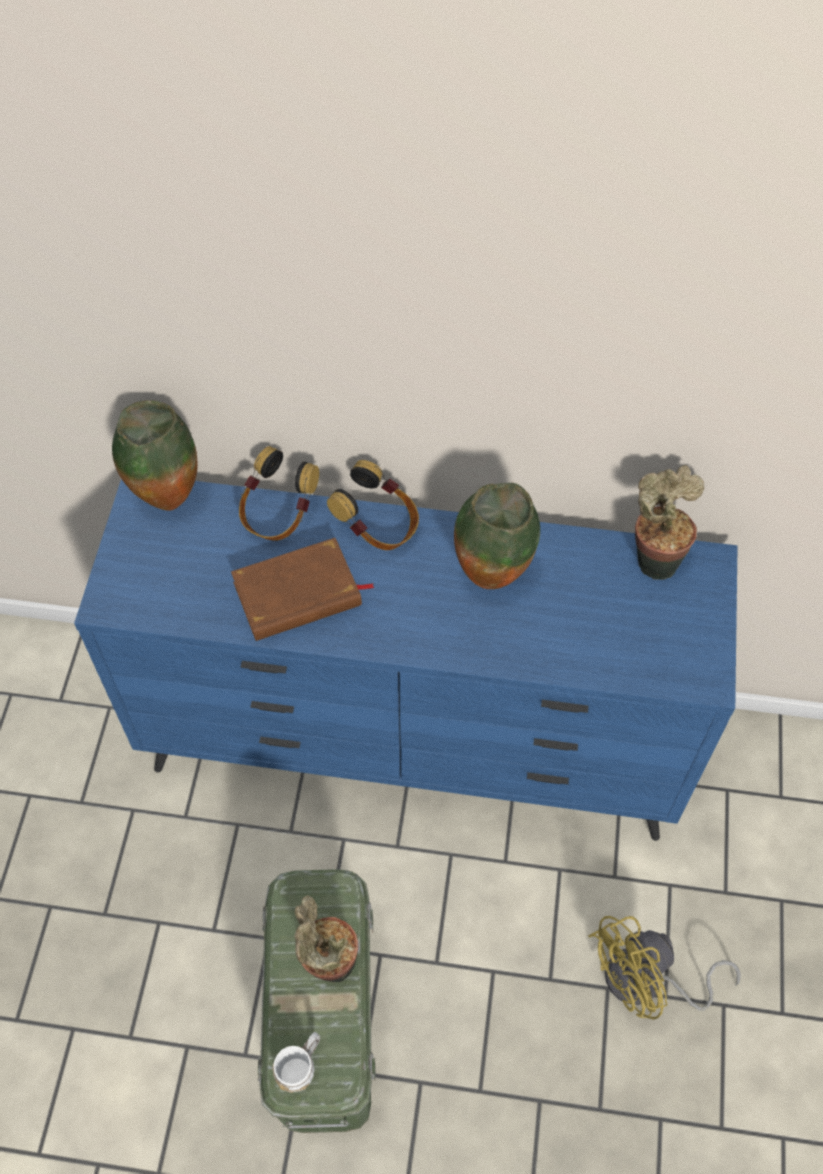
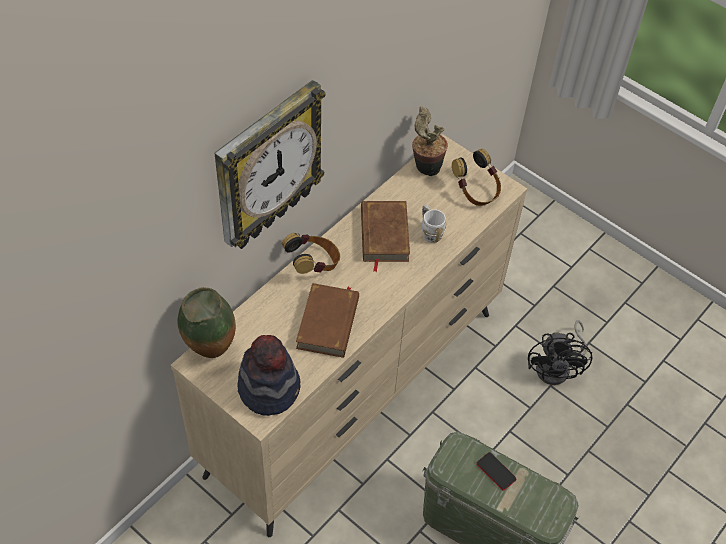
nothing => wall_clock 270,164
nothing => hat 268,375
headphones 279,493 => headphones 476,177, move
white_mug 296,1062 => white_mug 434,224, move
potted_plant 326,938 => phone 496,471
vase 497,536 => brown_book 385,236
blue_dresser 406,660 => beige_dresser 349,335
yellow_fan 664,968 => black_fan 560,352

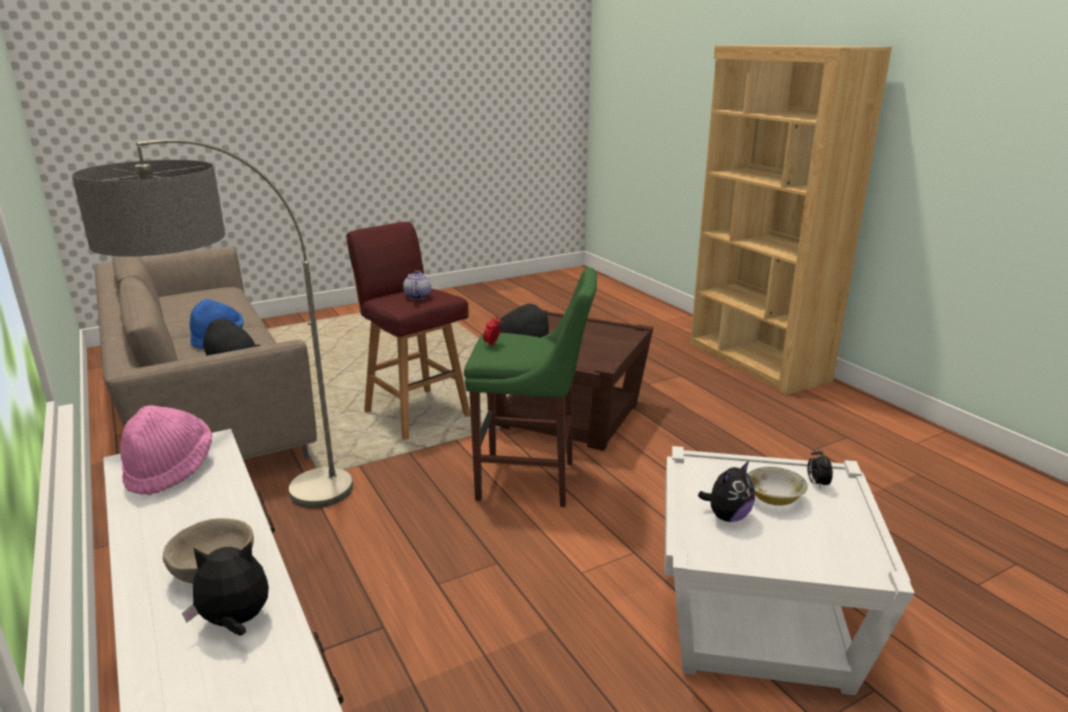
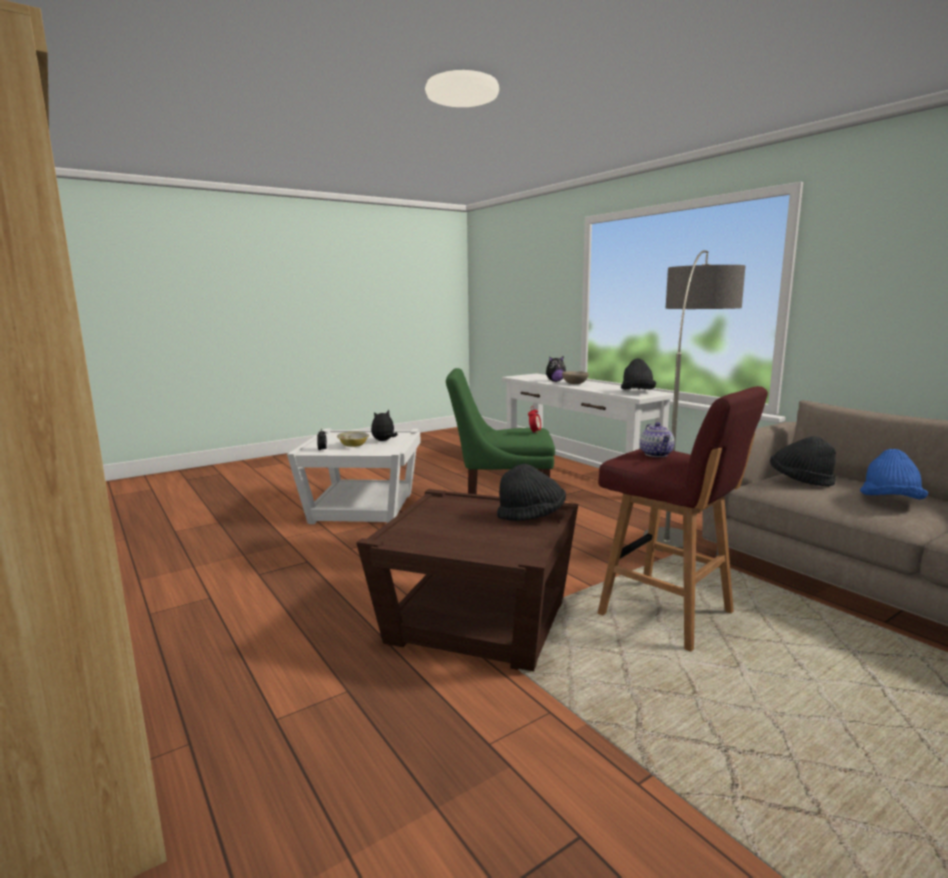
pink_hat 166,450 => black_hat 638,373

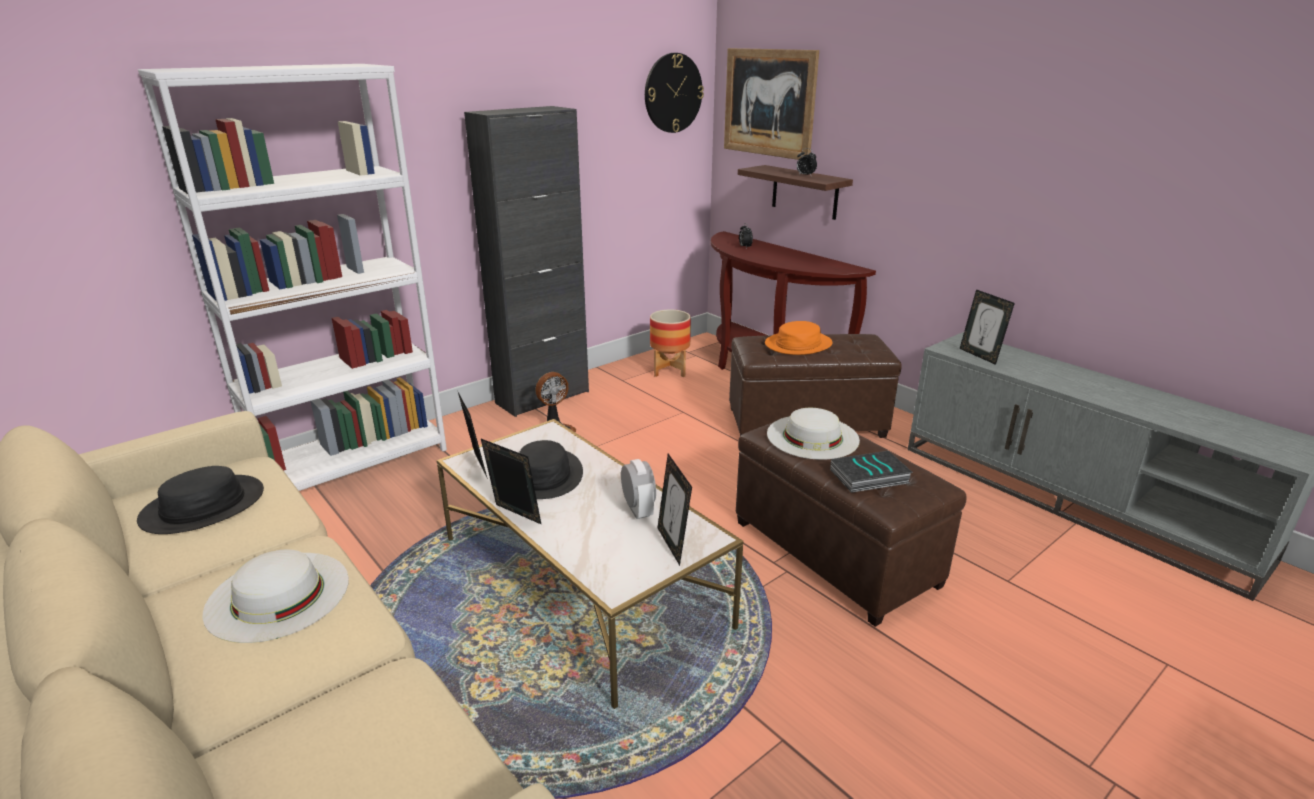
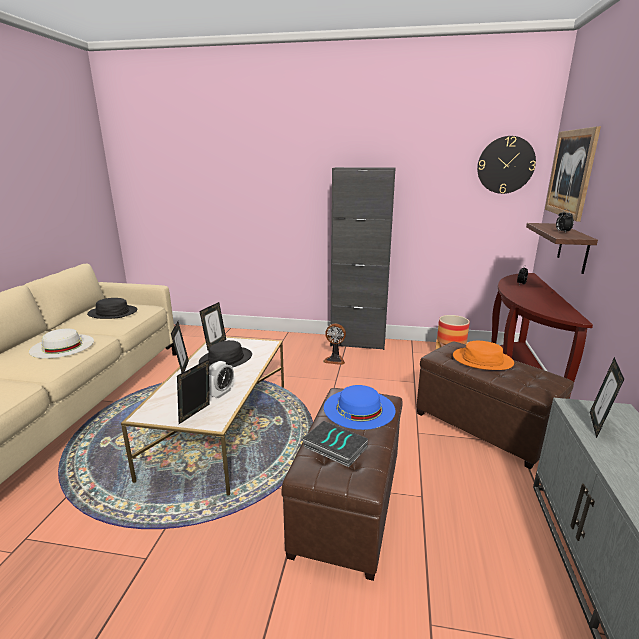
white_bookcase 292,277 => nothing
white_hat 813,434 => blue_hat 360,407

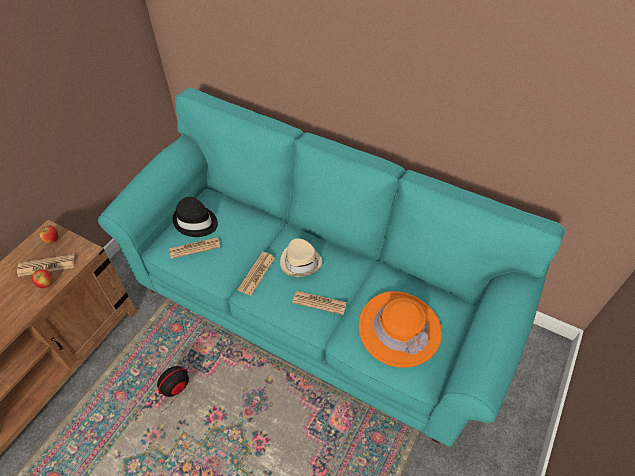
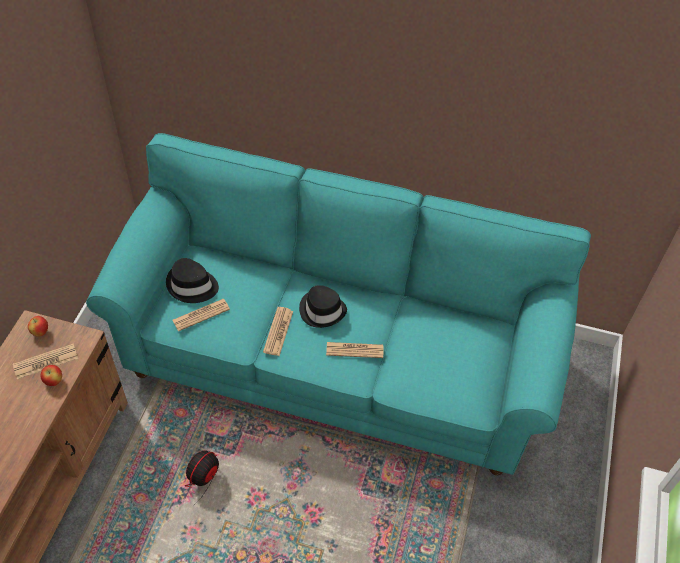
orange_hat 400,329 => nothing
beige_hat 301,258 => black_hat 323,306

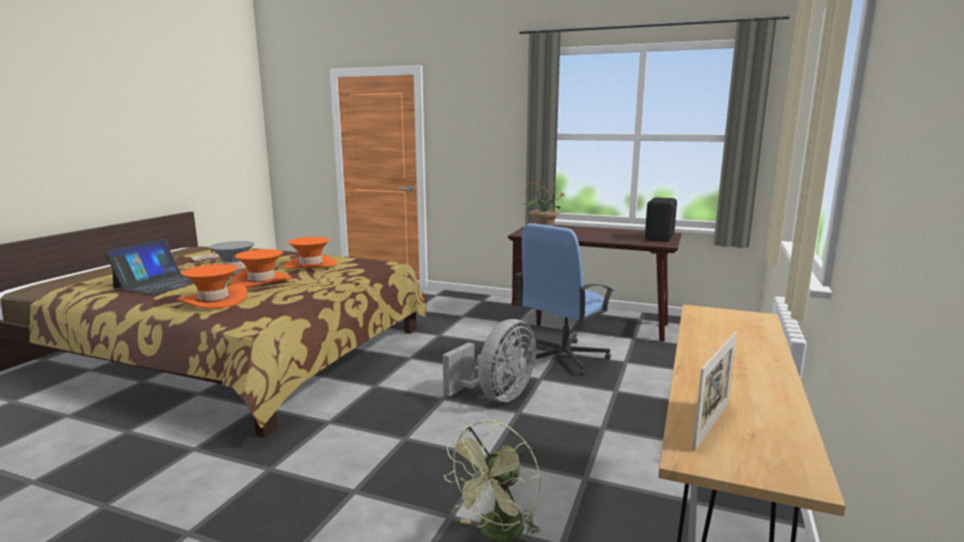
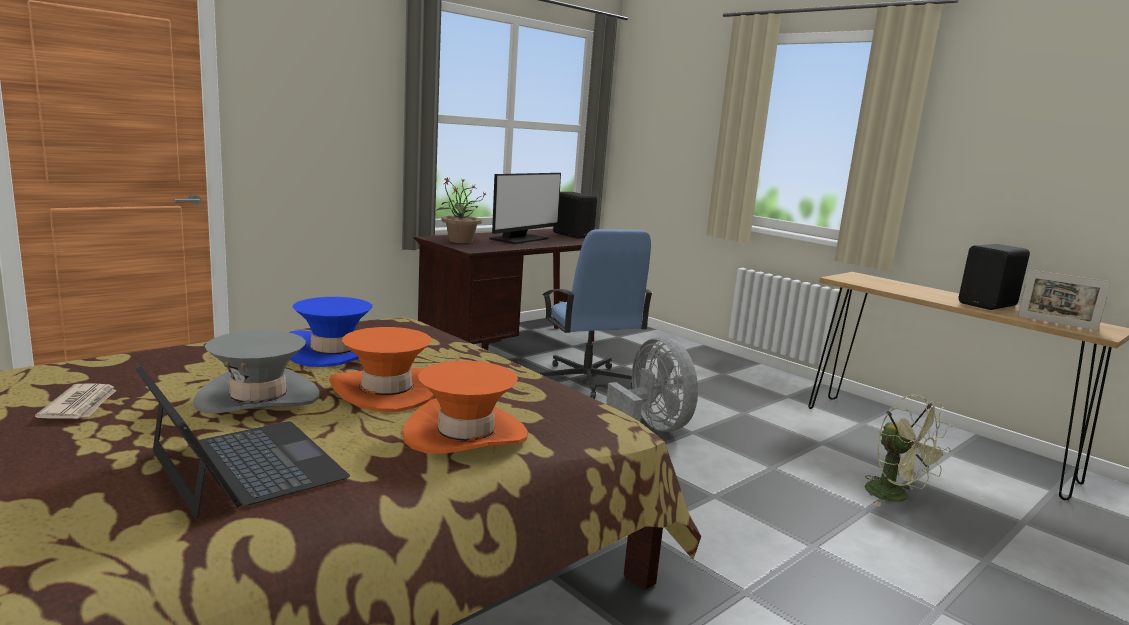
nothing => monitor 525,208
nothing => black_speaker 994,277
orange_hat 310,253 => blue_hat 330,332
picture_frame 715,391 => picture_frame 1064,300, 150 degrees clockwise

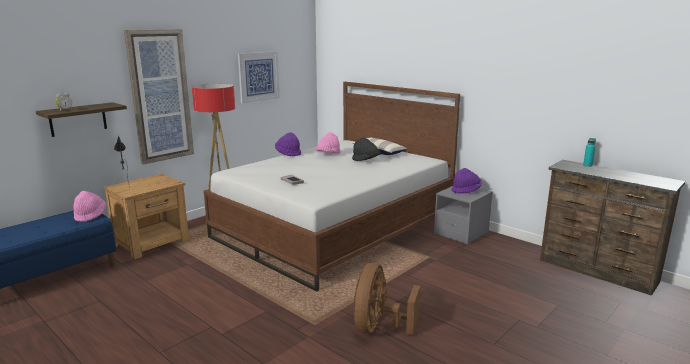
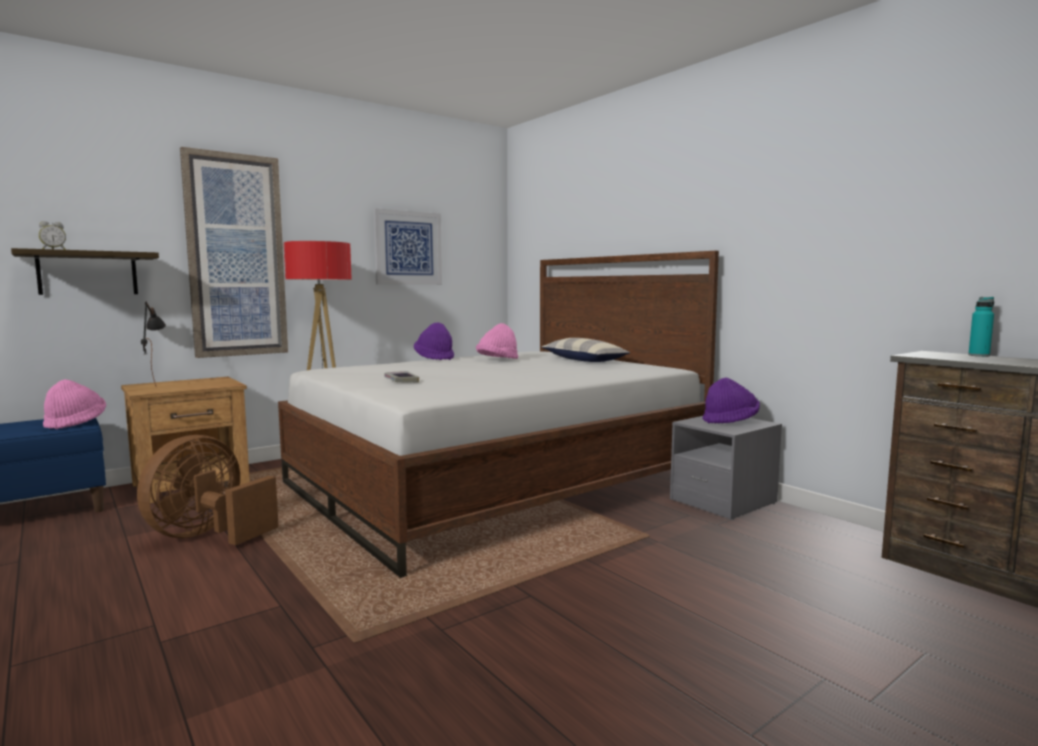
black_hat 366,149 => nothing
brown_fan 387,299 => brown_fan 208,490, move

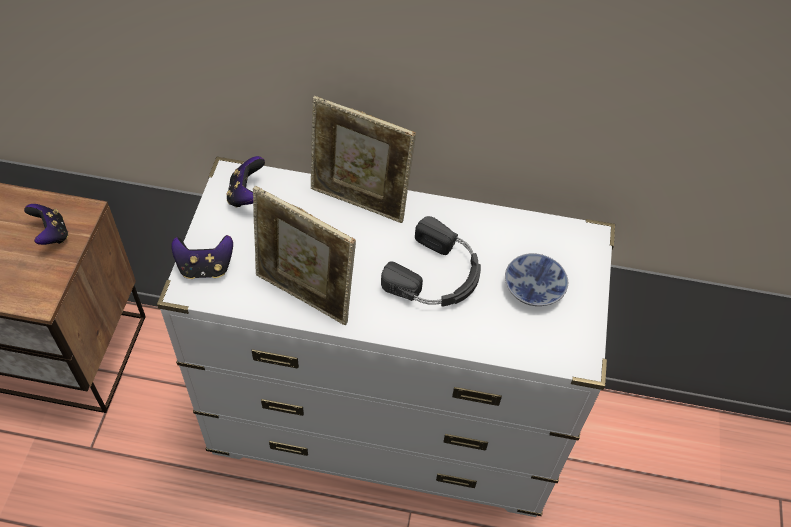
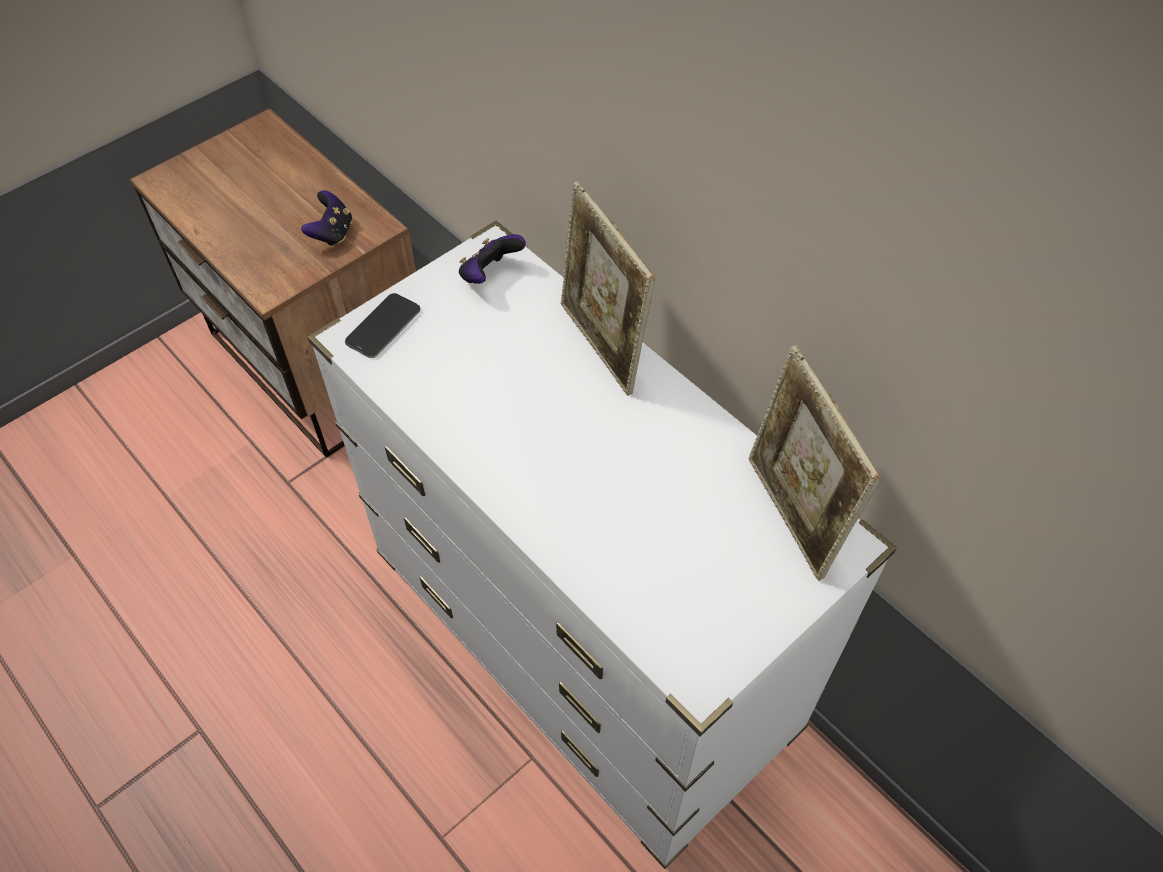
black_headphones 431,261 => nothing
bowl 536,279 => nothing
picture_frame 304,255 => picture_frame 814,463, move
game_controller 202,257 => phone 383,325

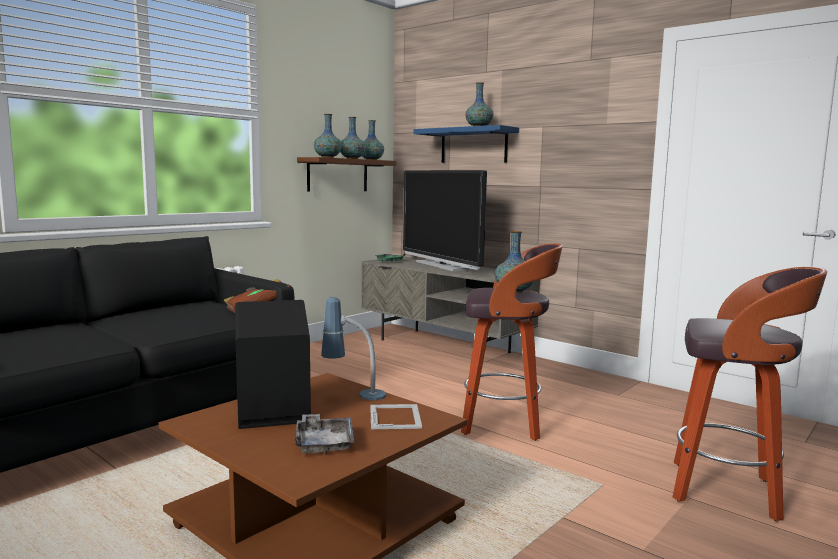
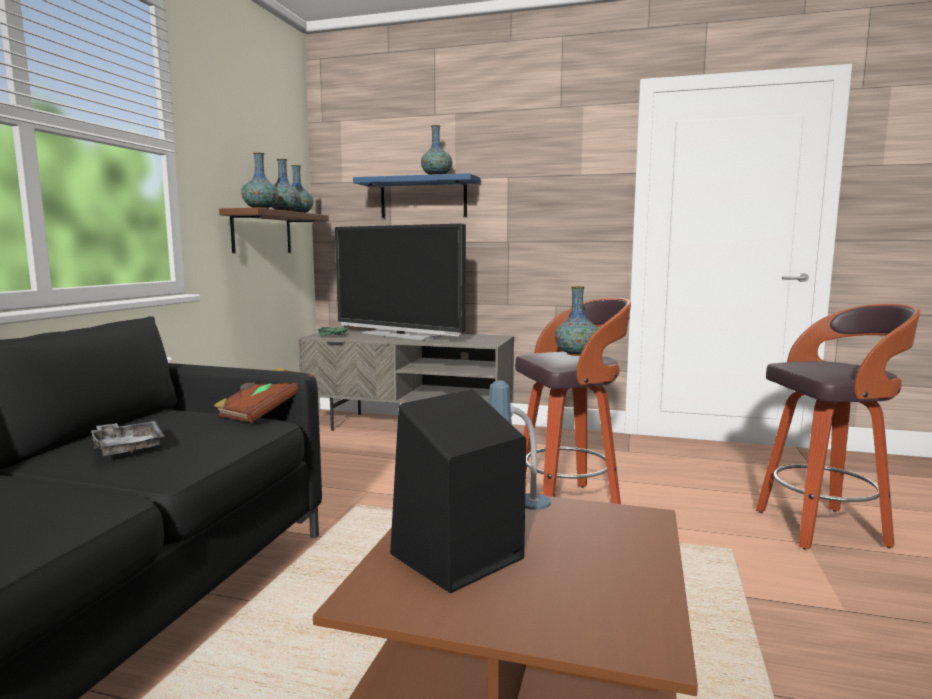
picture_frame 396,416 => nothing
grey_tray 324,434 => grey_tray 128,438, move

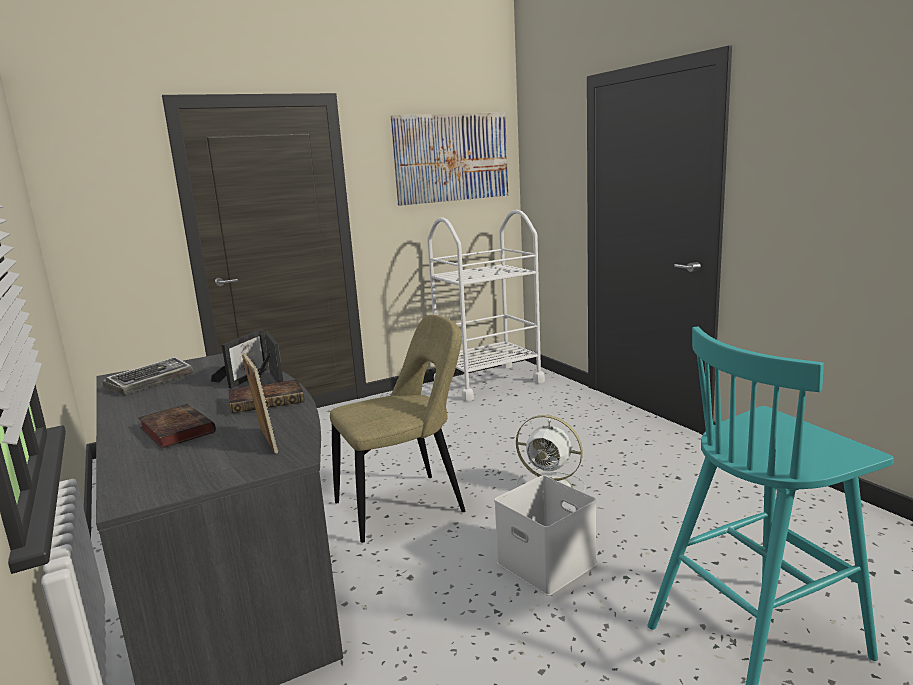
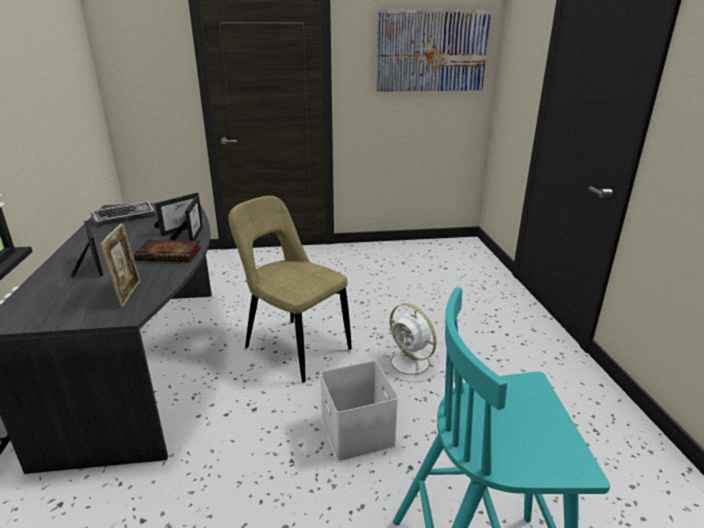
white_cart 486,305 => nothing
book 177,426 => picture_frame 87,249
beige_chair 398,429 => beige_chair 290,289, 135 degrees counterclockwise

